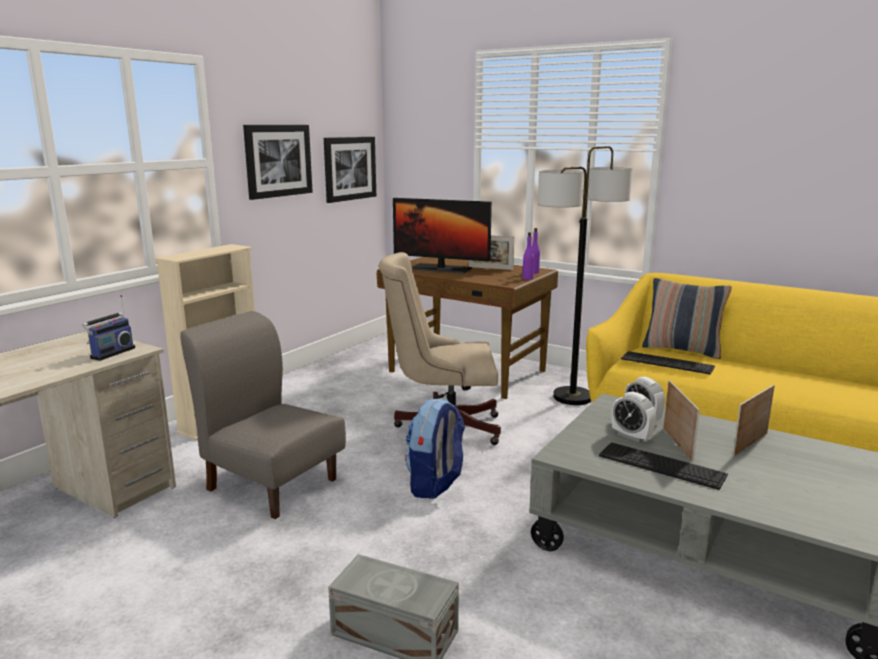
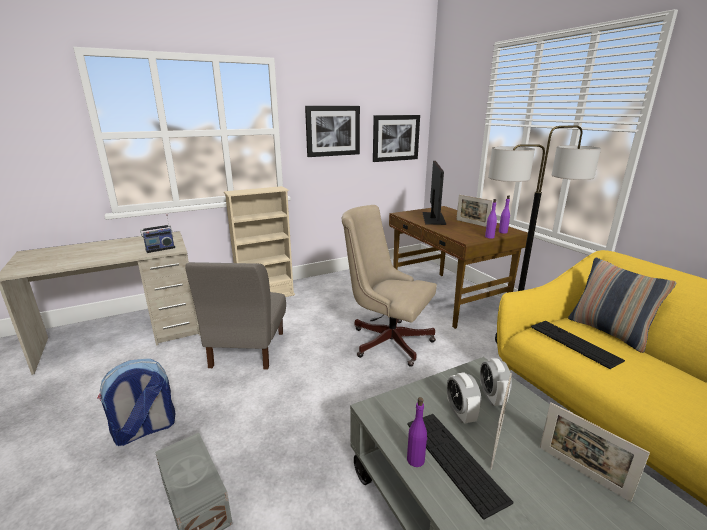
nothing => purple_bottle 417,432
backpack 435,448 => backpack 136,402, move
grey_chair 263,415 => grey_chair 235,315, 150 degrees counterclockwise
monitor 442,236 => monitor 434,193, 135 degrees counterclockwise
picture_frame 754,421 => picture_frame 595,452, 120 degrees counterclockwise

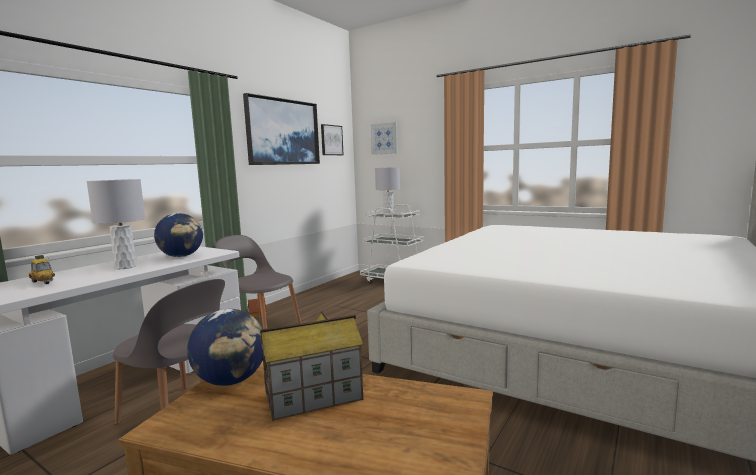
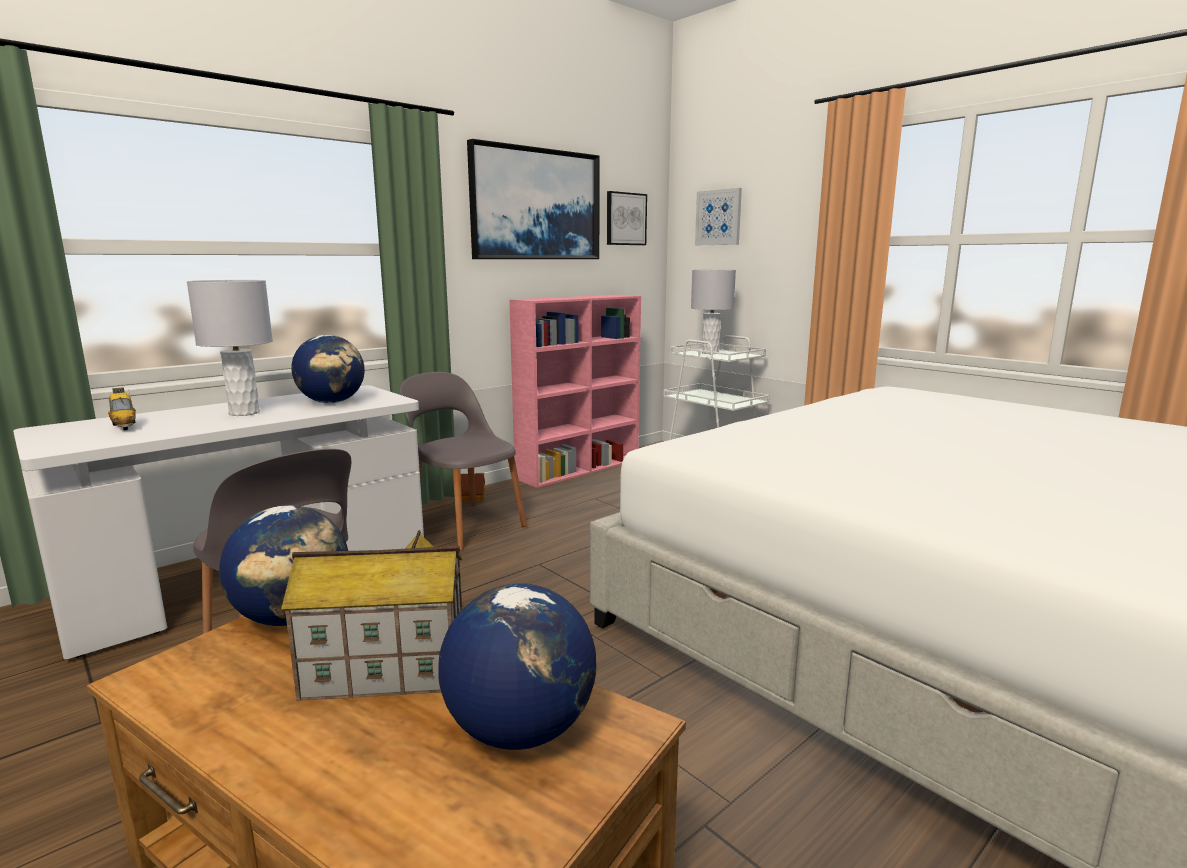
nothing => globe 517,666
nothing => pink_bookcase 575,391

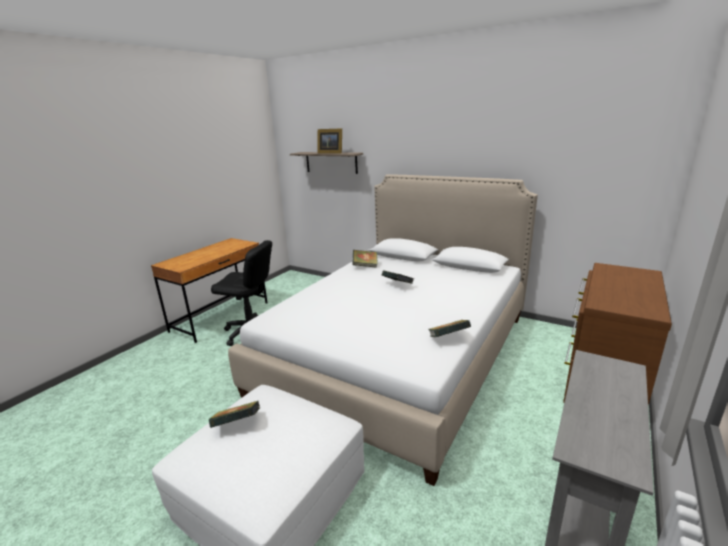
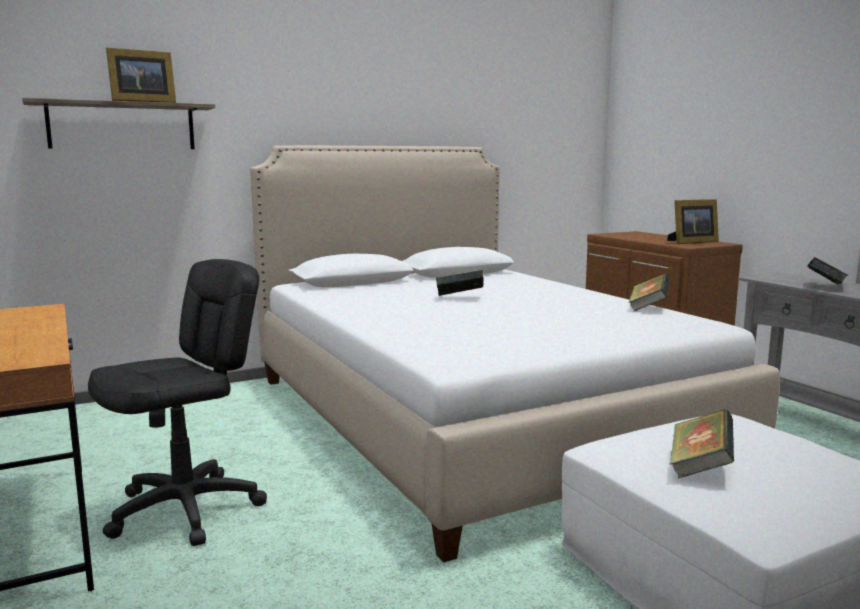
nothing => picture_frame 693,221
book 365,259 => book 828,271, move

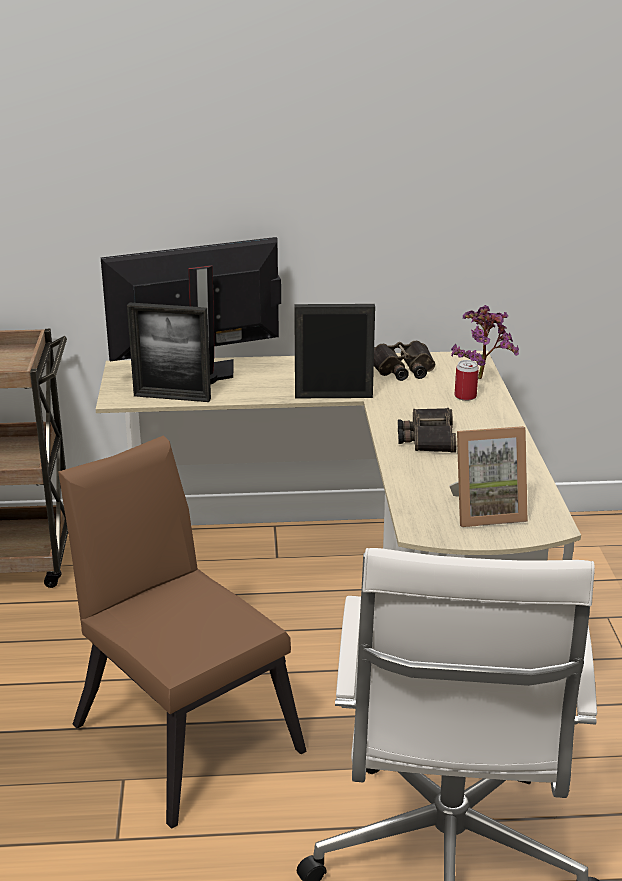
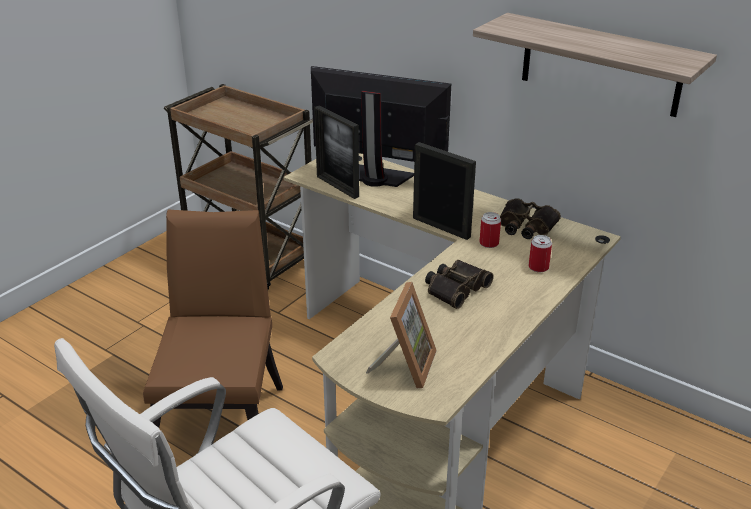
potted_plant 485,342 => nothing
nothing => shelf 595,65
nothing => can 490,230
picture_frame 488,476 => picture_frame 401,335, 105 degrees counterclockwise

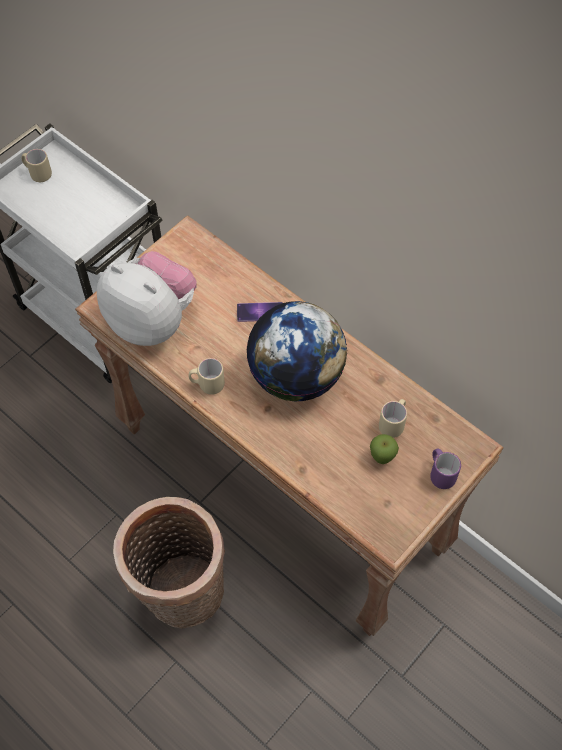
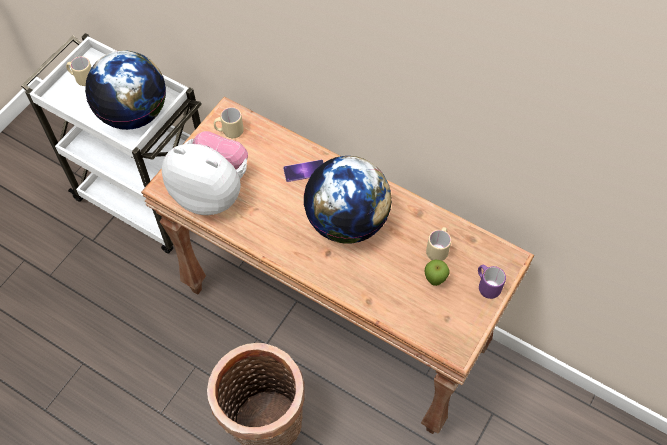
nothing => globe 125,90
beige_mug 207,376 => beige_mug 229,122, move

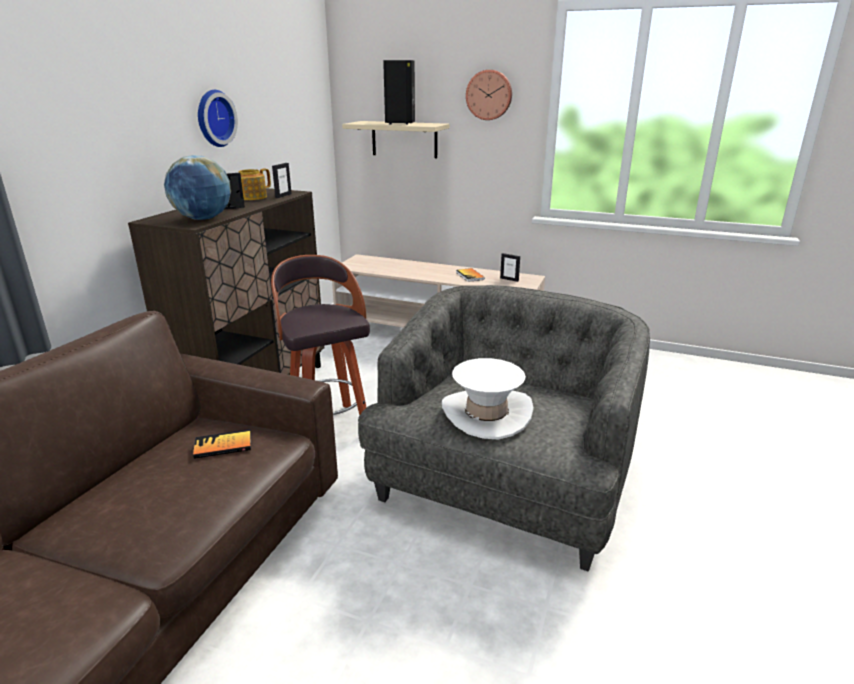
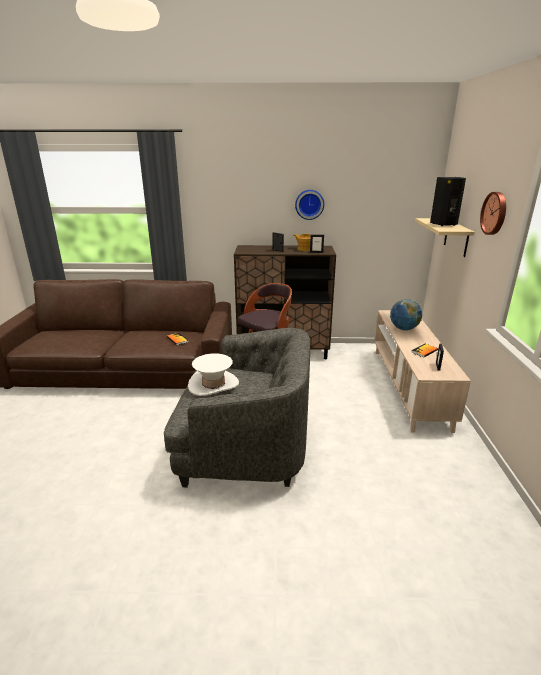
globe 197,187 => globe 406,314, move

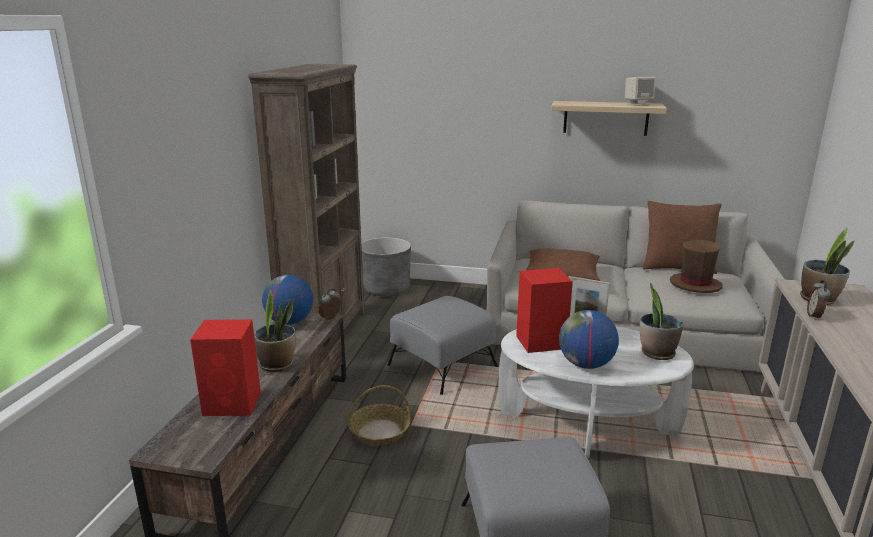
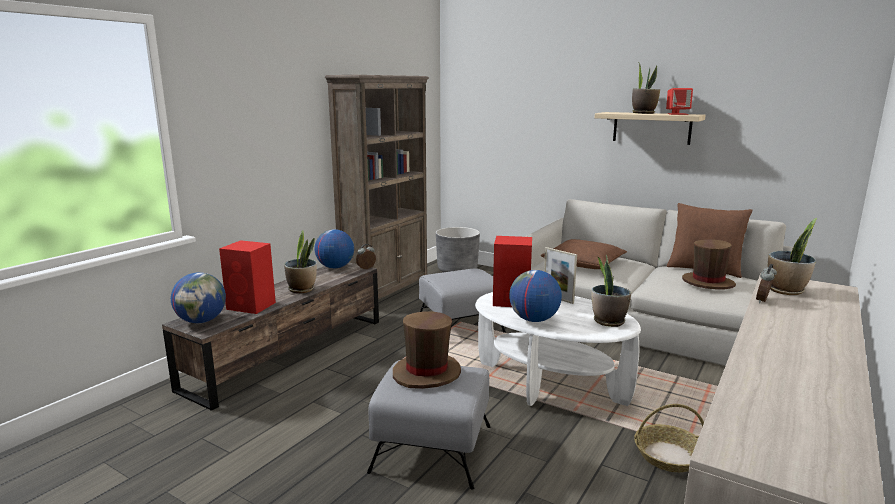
nothing => globe 198,297
nothing => brown_hat 427,350
nothing => potted_plant 646,88
basket 379,415 => basket 669,438, move
beige_speaker 640,91 => red_speaker 679,101

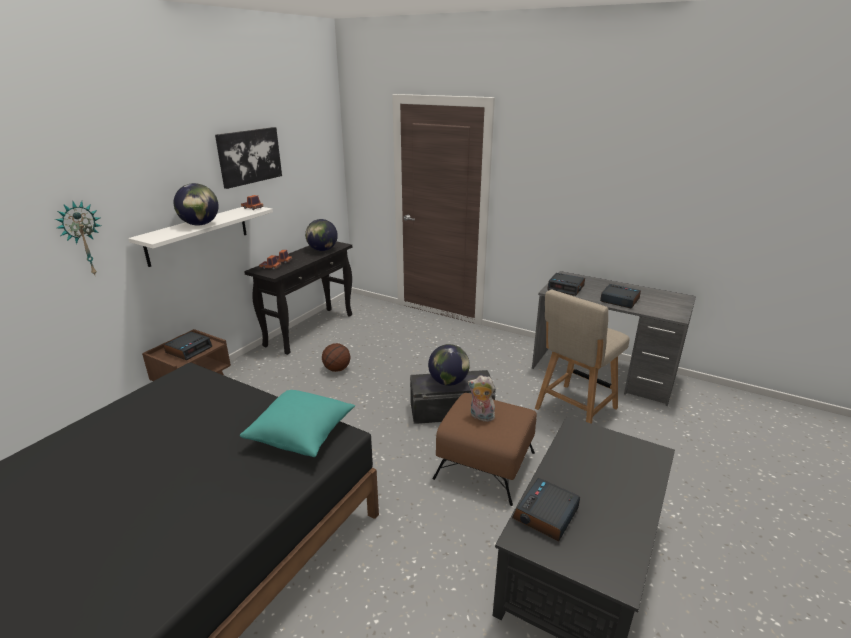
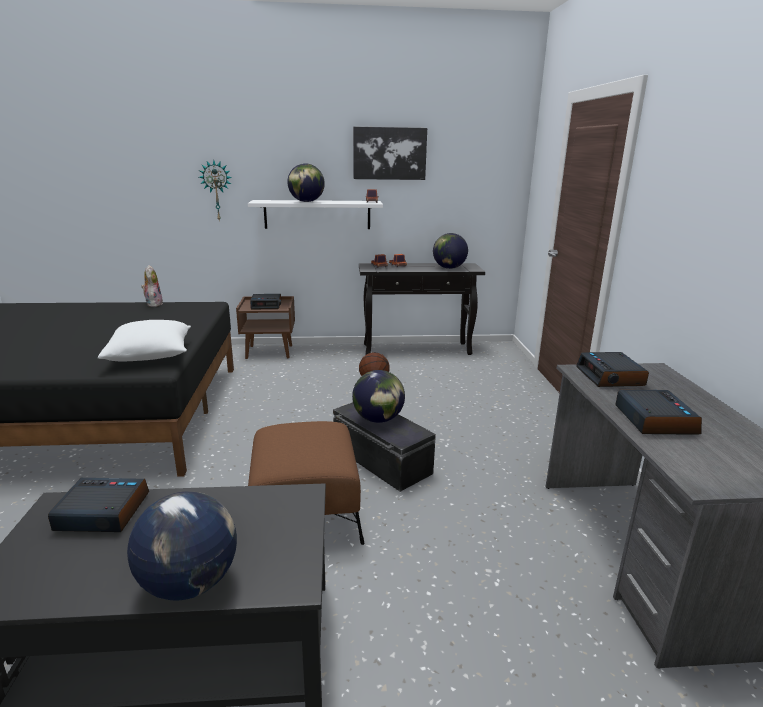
beige_chair 582,356 => nothing
nothing => globe 182,546
plush_toy 481,398 => plush_toy 152,286, move
turquoise_pillow 297,423 => white_pillow 144,340

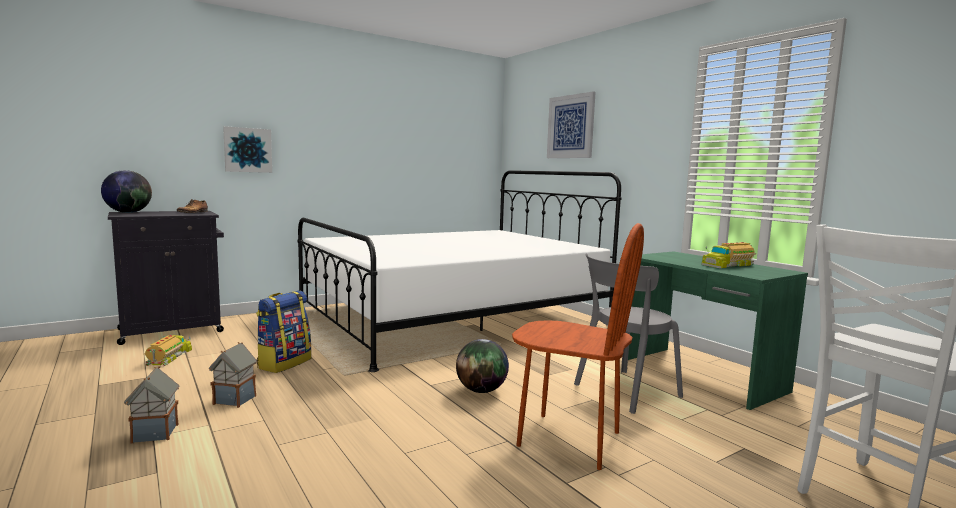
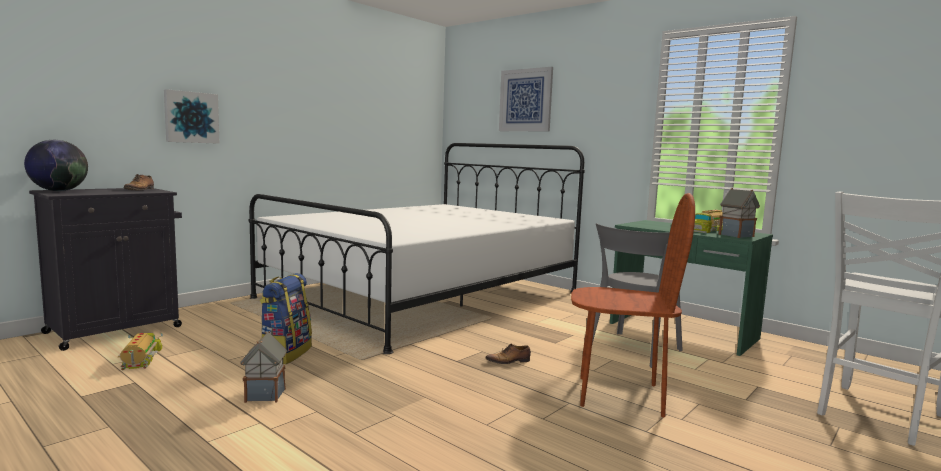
toy_house 151,405 => toy_house 739,213, move
globe 482,366 => shoe 508,354

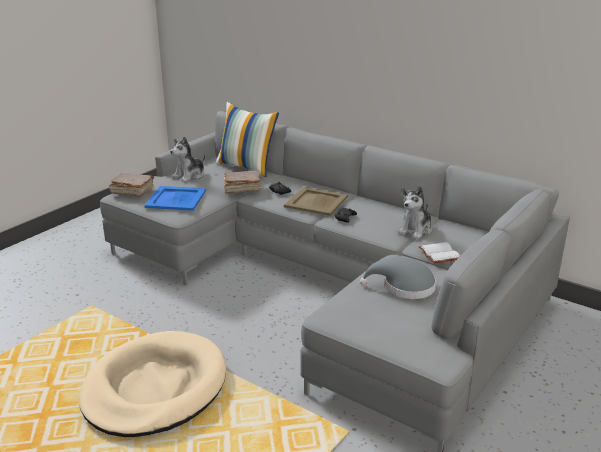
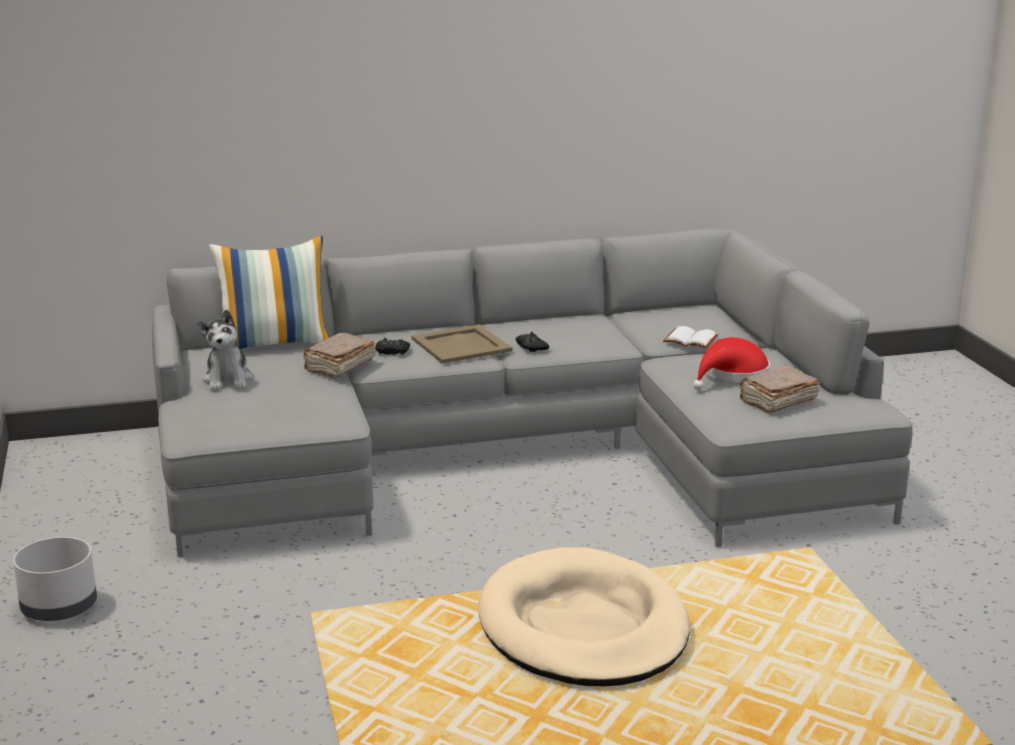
blue_tray 175,198 => nothing
plush_toy 415,212 => nothing
nothing => grey_planter 55,579
brown_book 131,185 => brown_book 779,390, move
grey_hat 398,278 => red_hat 731,363

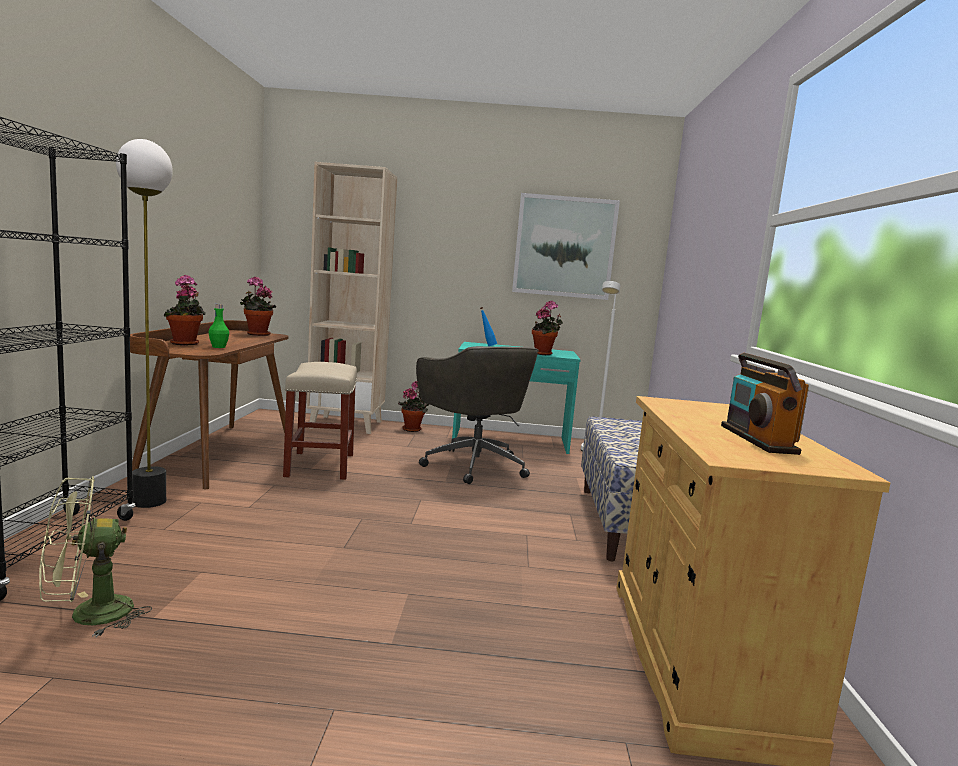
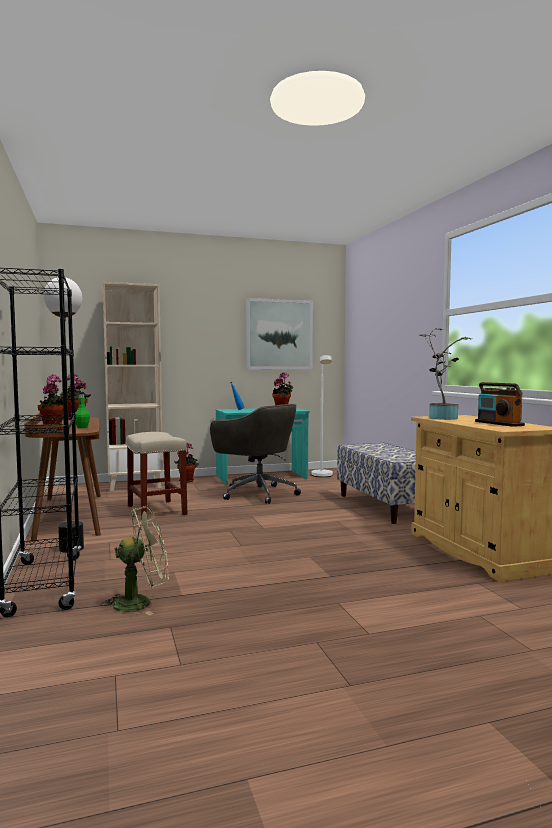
nothing => potted_plant 445,374
green_fan 95,556 => green_fan 134,560, 150 degrees counterclockwise

